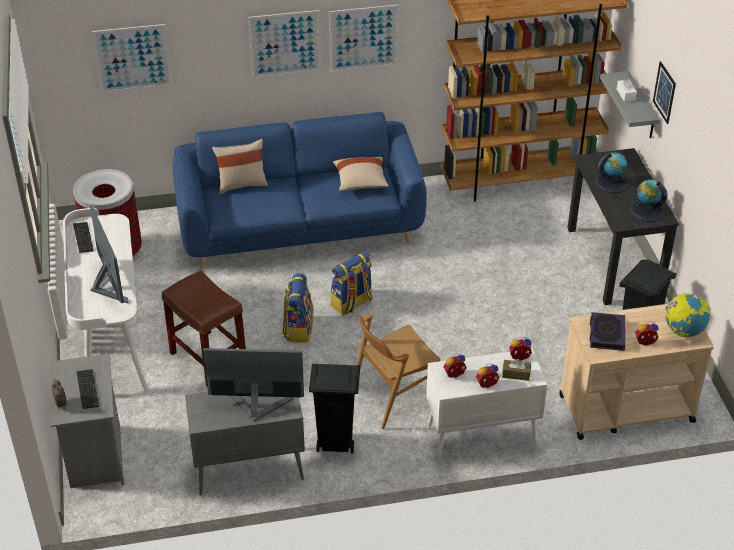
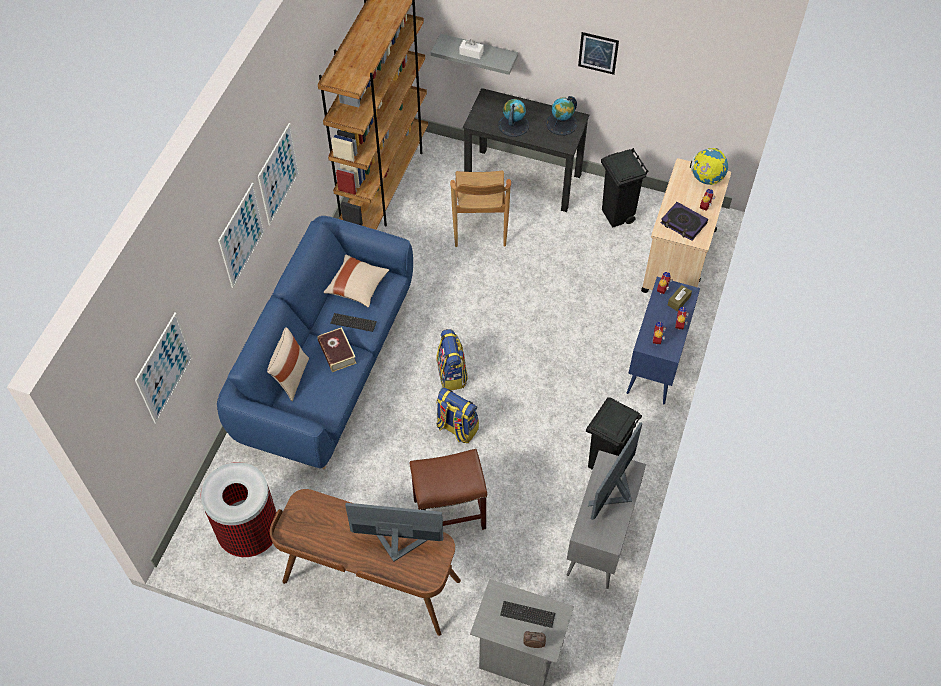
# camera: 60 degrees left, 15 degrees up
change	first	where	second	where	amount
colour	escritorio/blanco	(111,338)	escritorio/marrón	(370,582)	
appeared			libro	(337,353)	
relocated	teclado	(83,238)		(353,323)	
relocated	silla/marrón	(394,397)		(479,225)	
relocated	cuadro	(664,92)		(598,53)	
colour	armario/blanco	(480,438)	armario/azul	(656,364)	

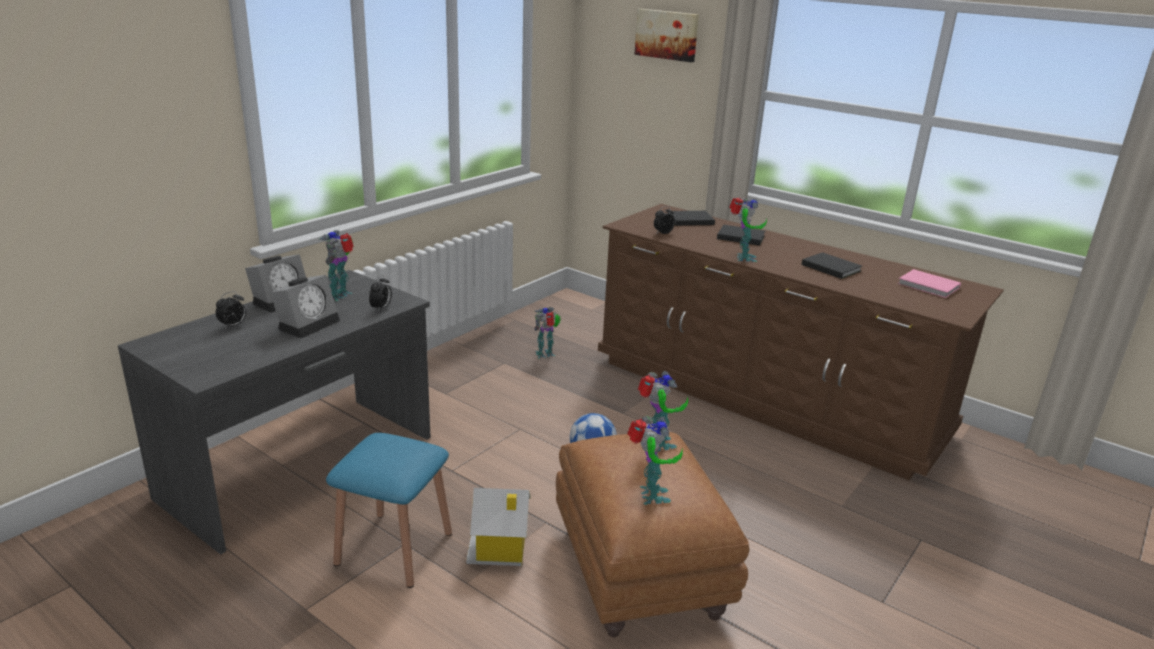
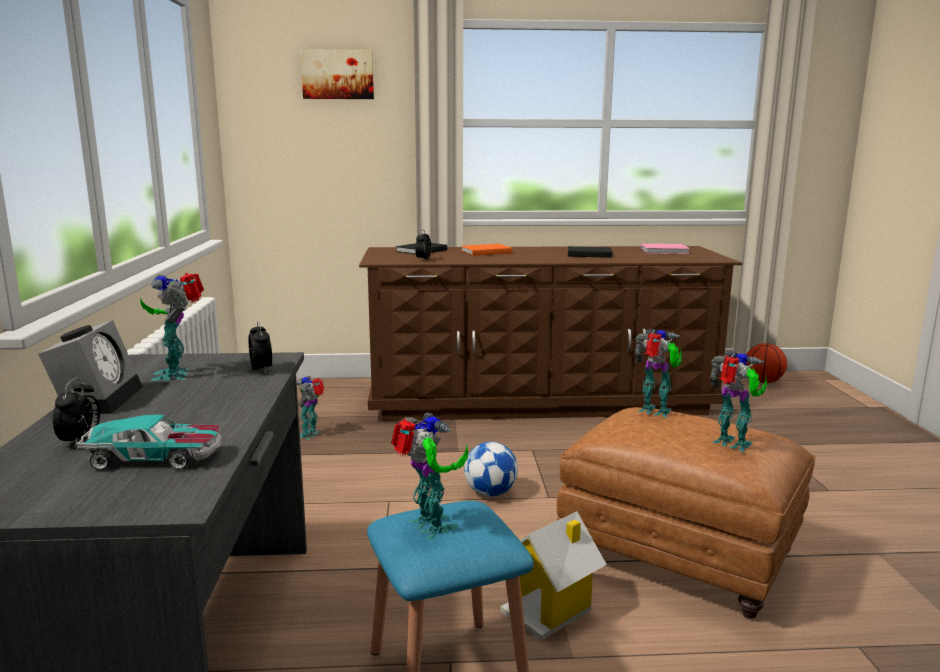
# camera: 40 degrees left, 10 degrees down
change	first	where	second	where	amount
appeared			coche de juguete	(156,458)	
relocated	robot de juguete	(743,258)		(430,528)	
colour	libro/negro	(739,237)	libro/naranja	(484,252)	
appeared			balón de baloncesto	(763,382)	
missing	despertador	(308,323)			

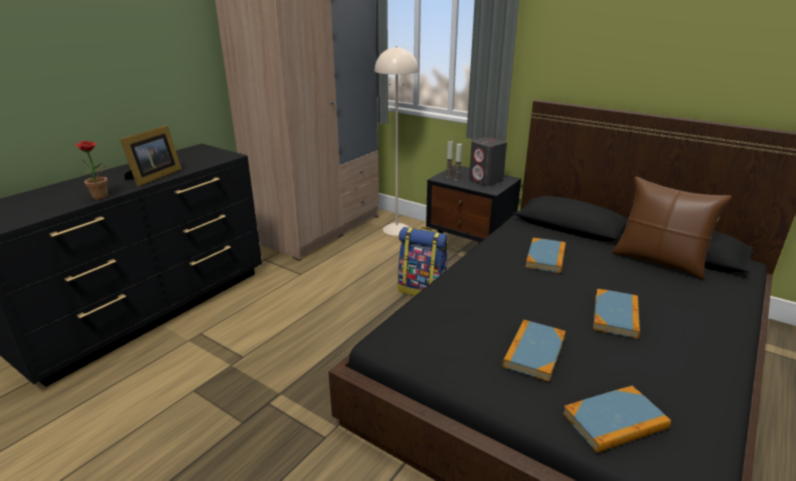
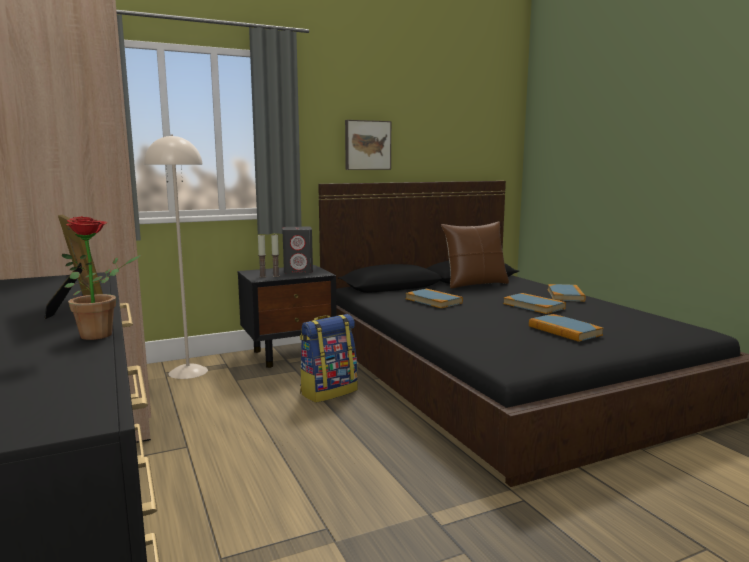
# camera: 60 degrees left, 15 degrees down
change	first	where	second	where	amount
appeared			cuadro	(367,145)	
relocated	libro	(615,421)		(565,295)	

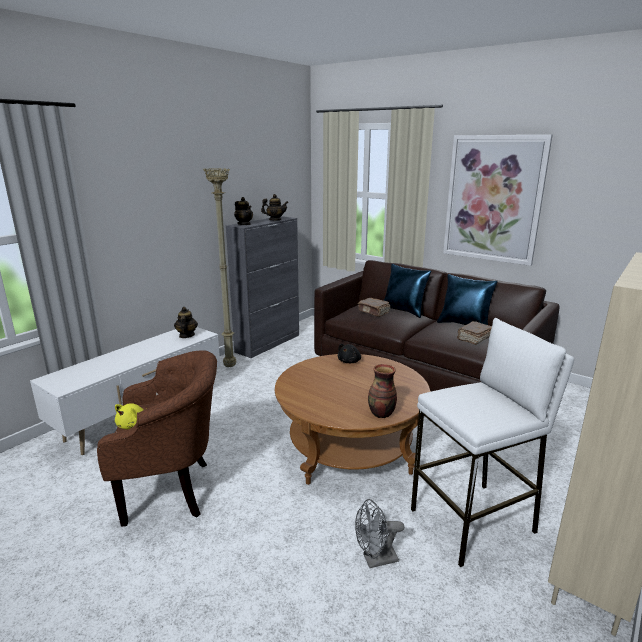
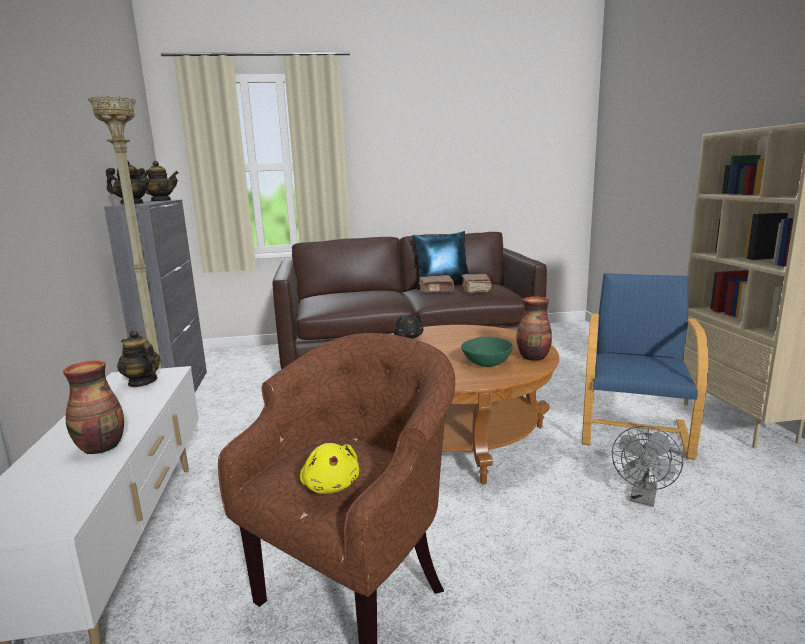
# camera: 45 degrees left, 5 degrees down
change	first	where	second	where	amount
appeared			florero	(102,447)	
relocated	libro/marrón	(374,312)		(437,291)	
appeared			cuenco/verde	(486,363)	
exchanged	taburete/blanco	(473,522)	sillón/azul	(635,432)	
missing	cojín/azul	(404,311)			
missing	cuadro	(493,199)			

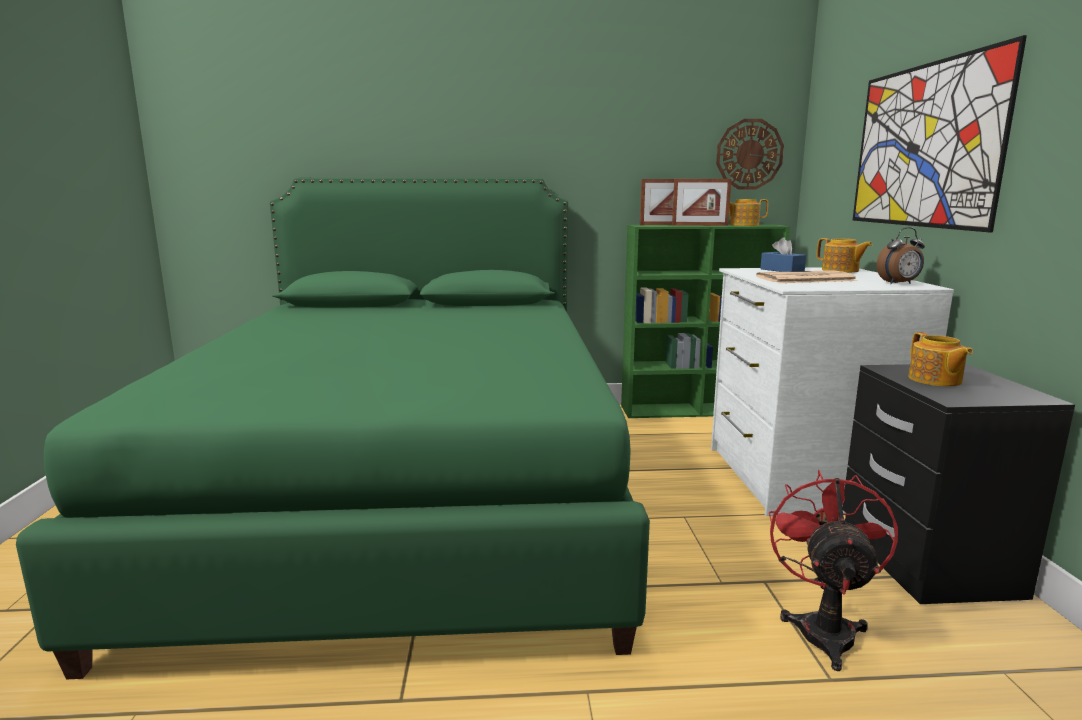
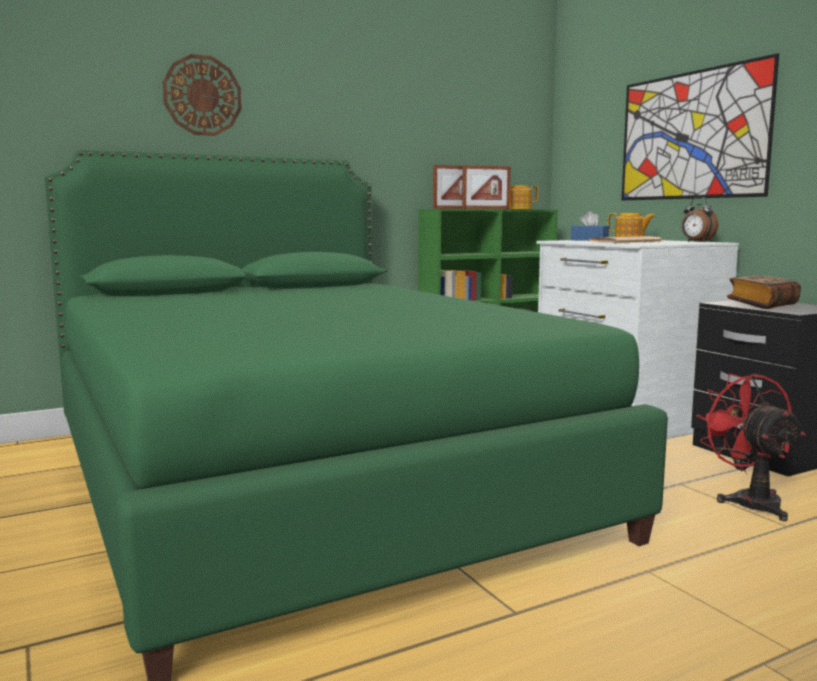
# camera: 25 degrees left, 5 degrees down
change	first	where	second	where	amount
relocated	reloj de pared	(749,154)		(202,95)	
spun	despertador	(899,283)		(697,242)	90 degrees clockwise
exchanged	tetera	(935,380)	libro	(762,305)	

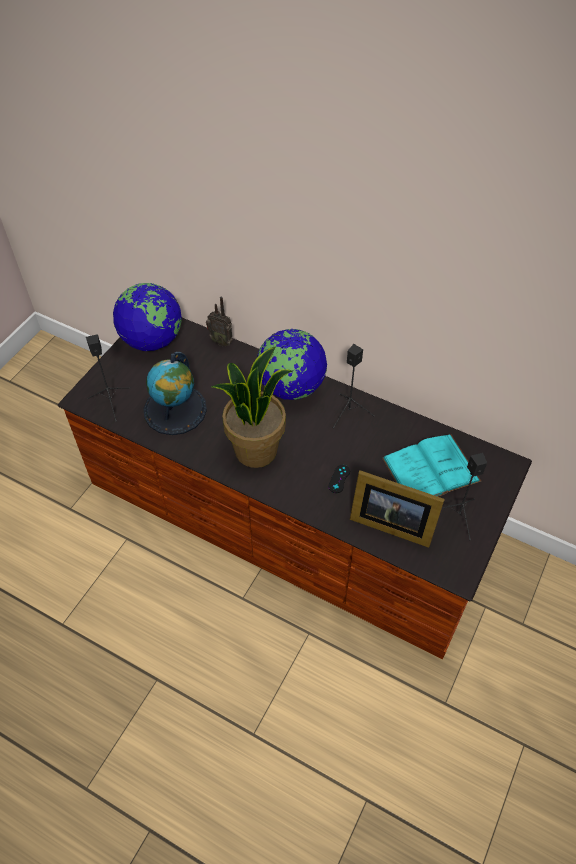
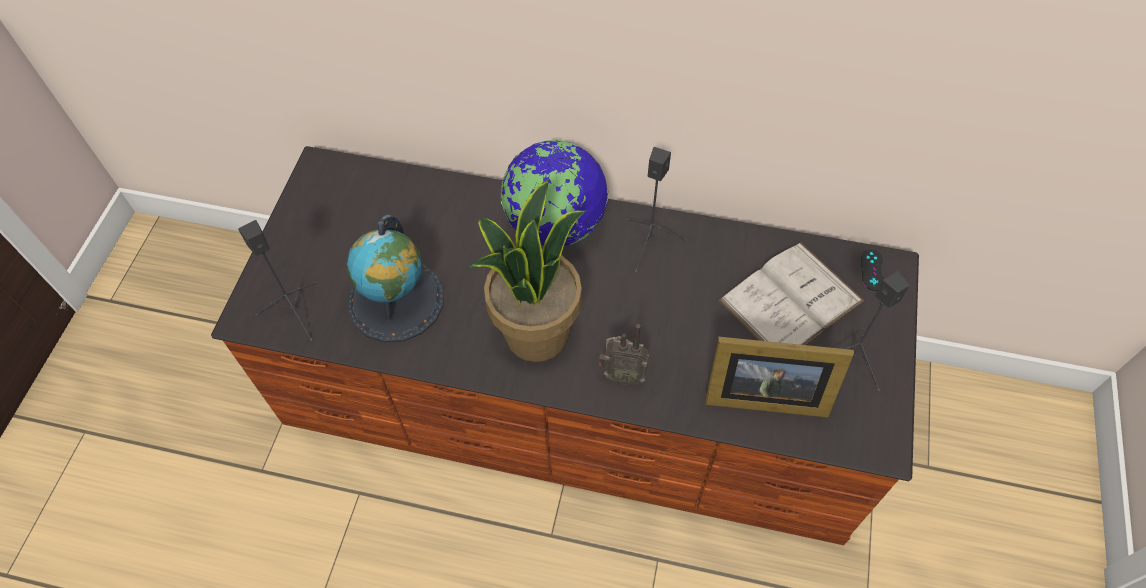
# camera: 15 degrees left, 5 degrees up
change	first	where	second	where	amount
relocated	radio	(221,341)		(622,375)	
colour	libro/turquesa	(431,469)	libro/blanco	(791,300)	
relocated	mando de consola/negro	(339,479)		(872,270)	
missing	globo terráqueo	(152,340)			

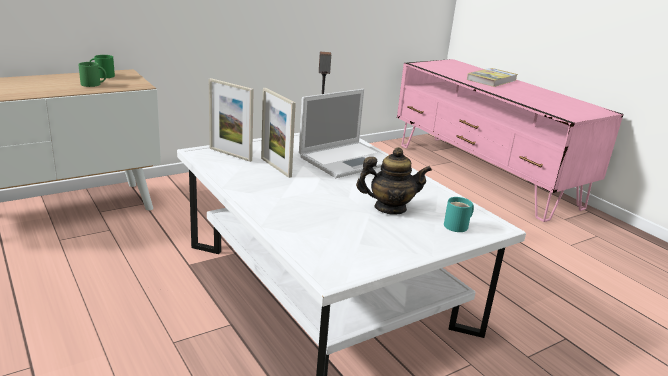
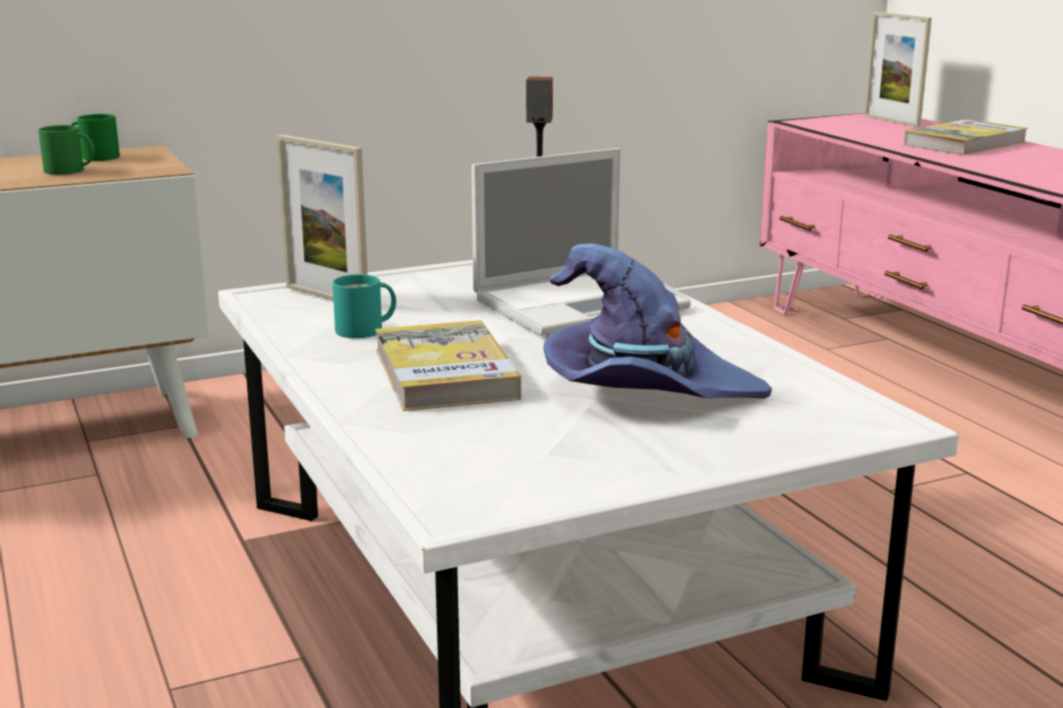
# camera: 10 degrees right, 5 degrees down
change	first	where	second	where	amount
relocated	taza grande/turquesa	(458,226)		(364,330)	
appeared			libro	(445,373)	
exchanged	tetera	(390,208)	sombrero/morado	(644,389)	
relocated	portarretratos	(276,167)		(891,121)	

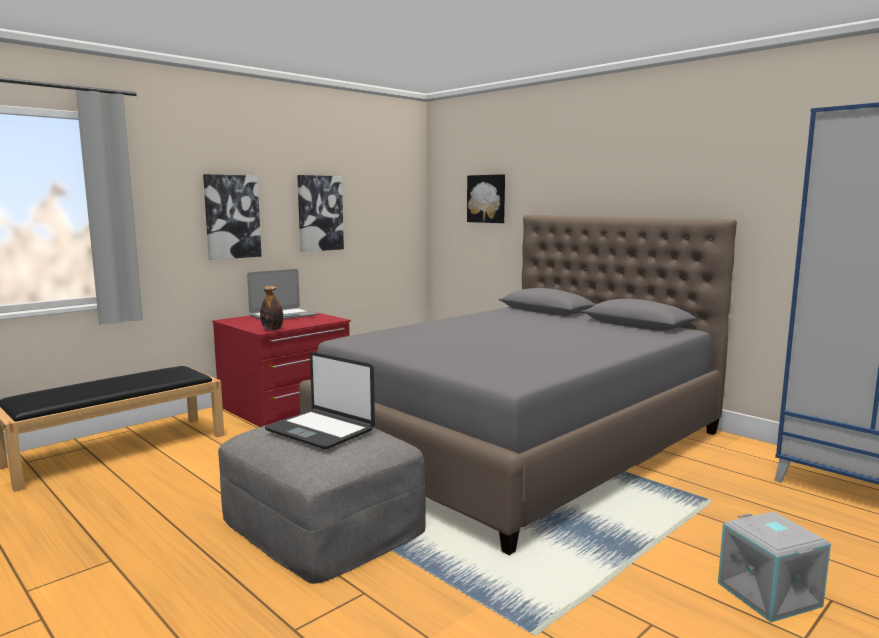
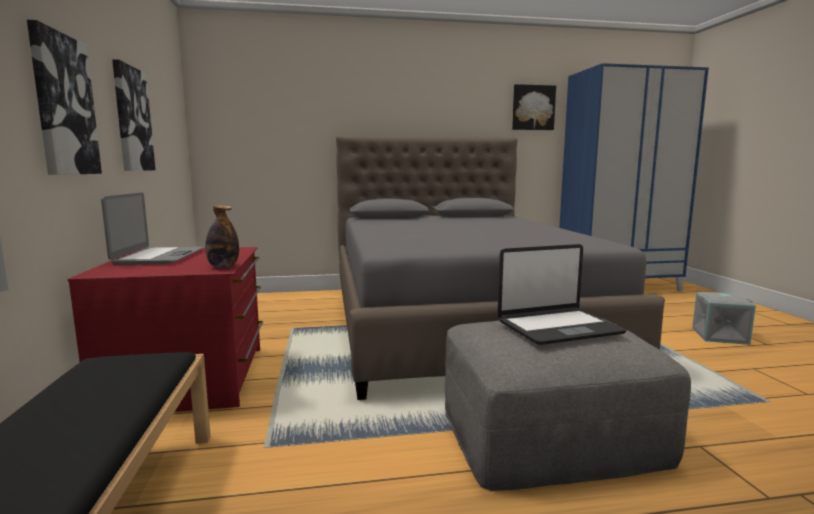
# camera: 55 degrees left, 0 degrees up
change	first	where	second	where	amount
relocated	cuadro	(487,198)		(533,108)	

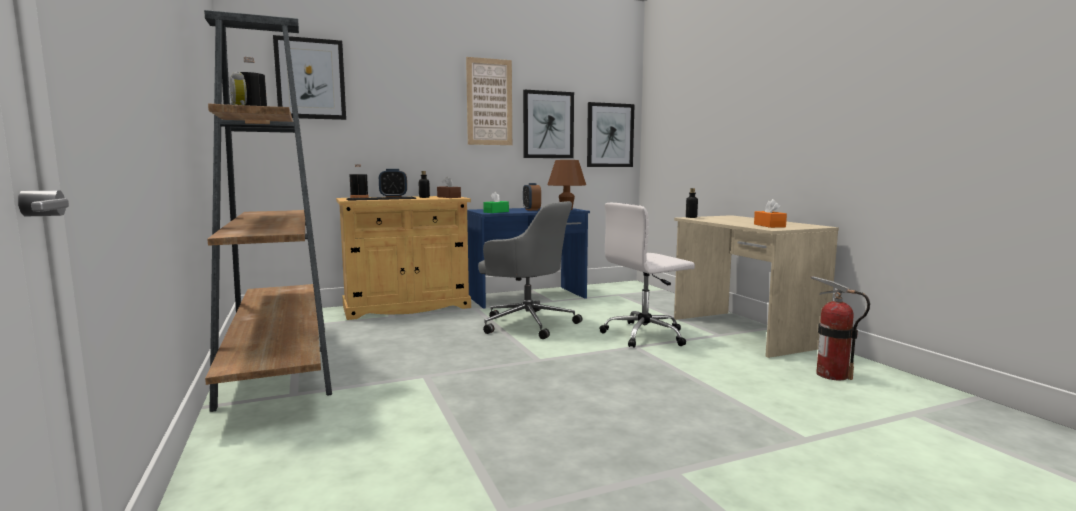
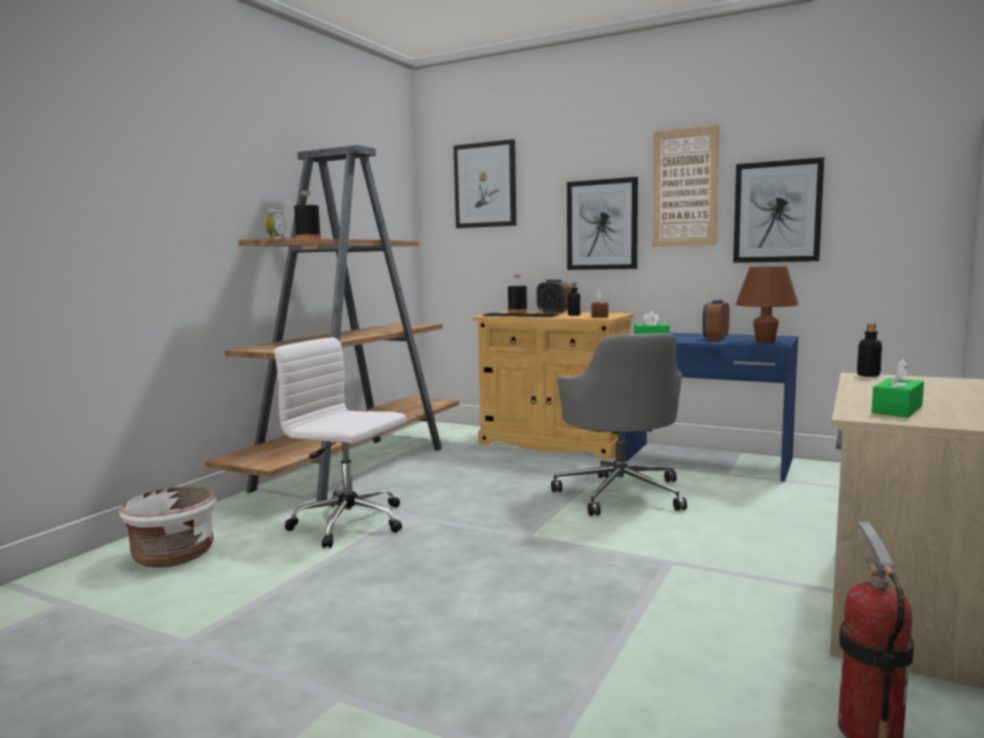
# camera: 50 degrees right, 0 degrees up
change	first	where	second	where	amount
appeared			maceta/blanco	(173,556)	
relocated	silla de oficina/blanco	(646,335)		(351,523)	
relocated	cuadro	(610,135)		(602,225)	
colour	caja de pañuelos/naranja	(769,225)	caja de pañuelos/verde	(897,409)	

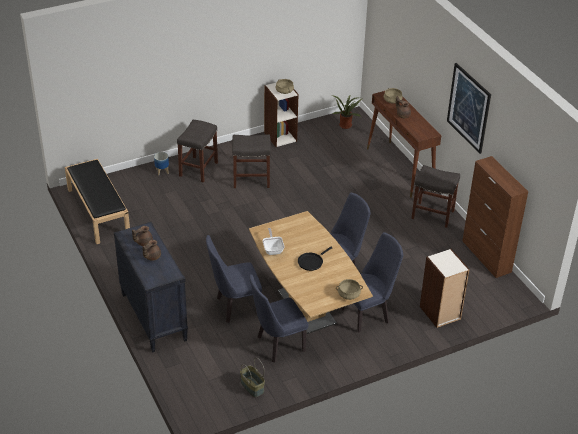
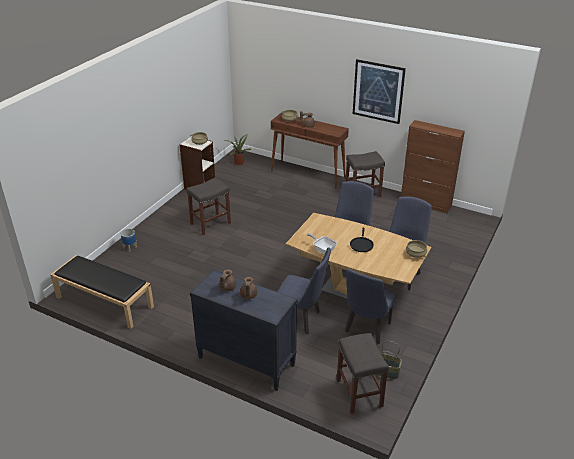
# camera: 35 degrees left, 5 degrees down
change	first	where	second	where	amount
spun	silla/azul	(234,307)		(302,319)	105 degrees counterclockwise
relocated	taburete/gris	(198,169)		(358,392)	
missing	estantería	(440,313)			

